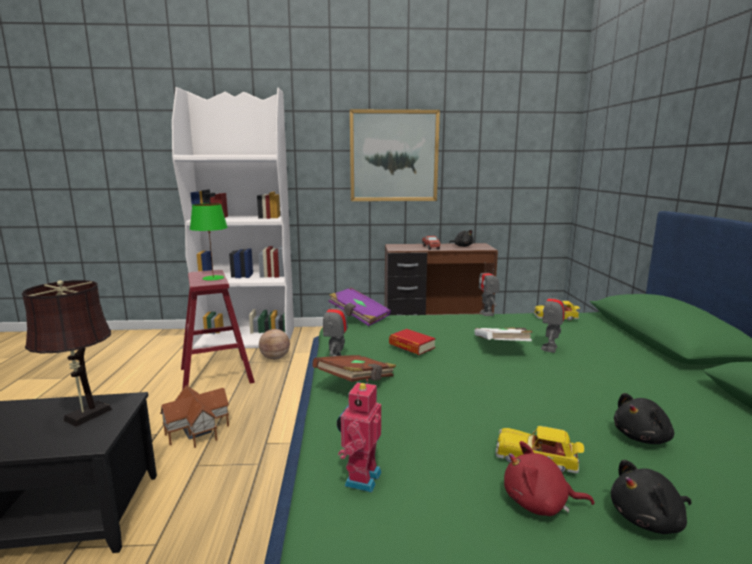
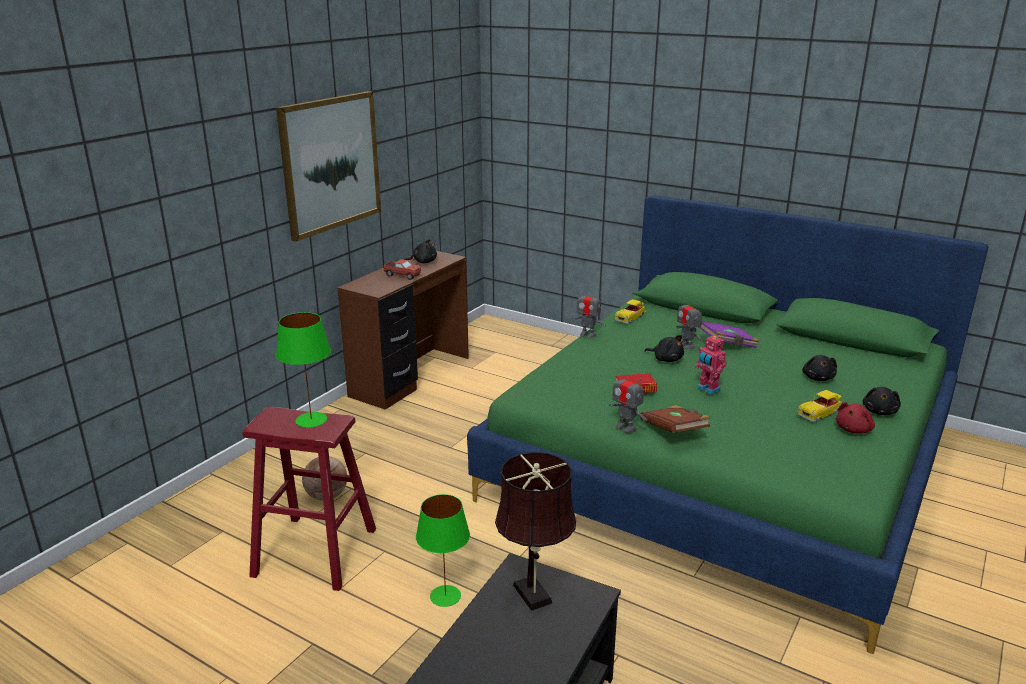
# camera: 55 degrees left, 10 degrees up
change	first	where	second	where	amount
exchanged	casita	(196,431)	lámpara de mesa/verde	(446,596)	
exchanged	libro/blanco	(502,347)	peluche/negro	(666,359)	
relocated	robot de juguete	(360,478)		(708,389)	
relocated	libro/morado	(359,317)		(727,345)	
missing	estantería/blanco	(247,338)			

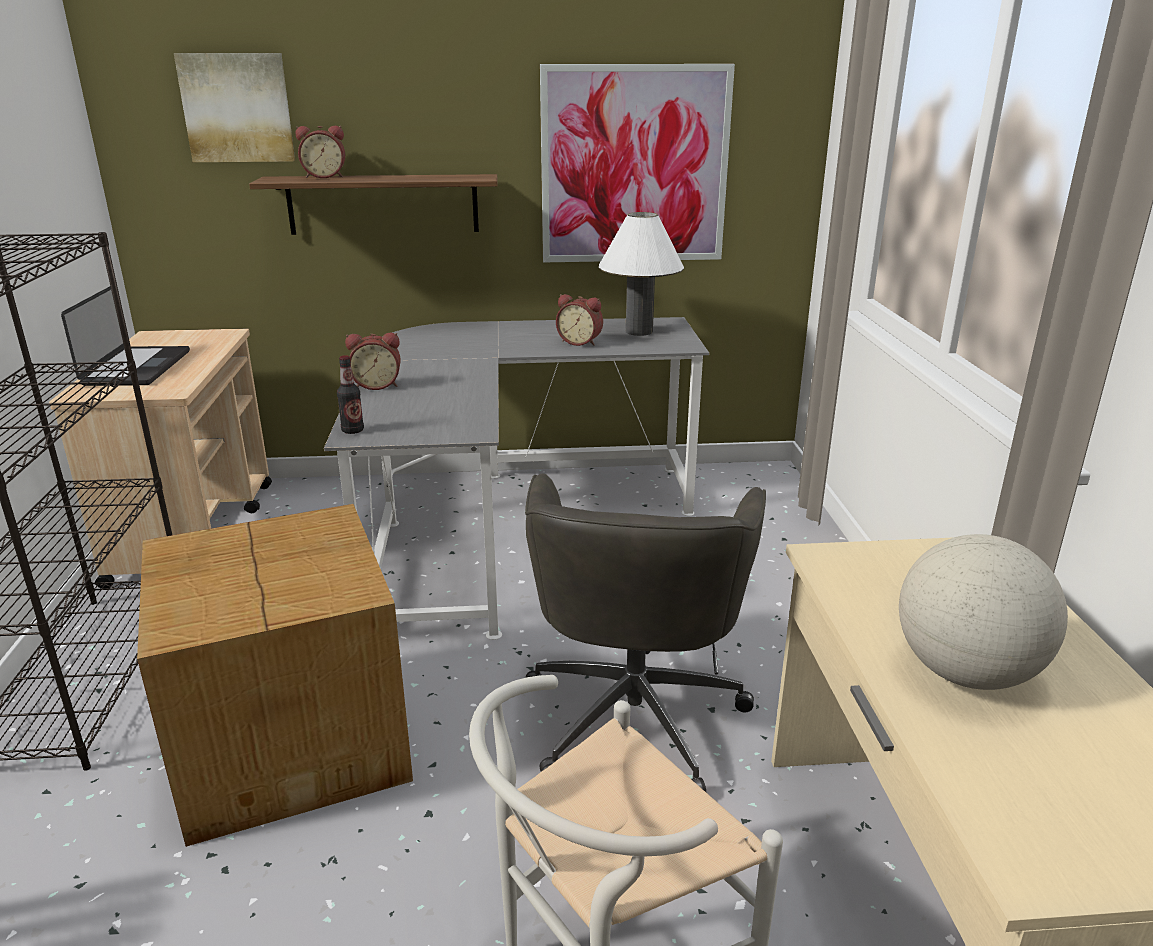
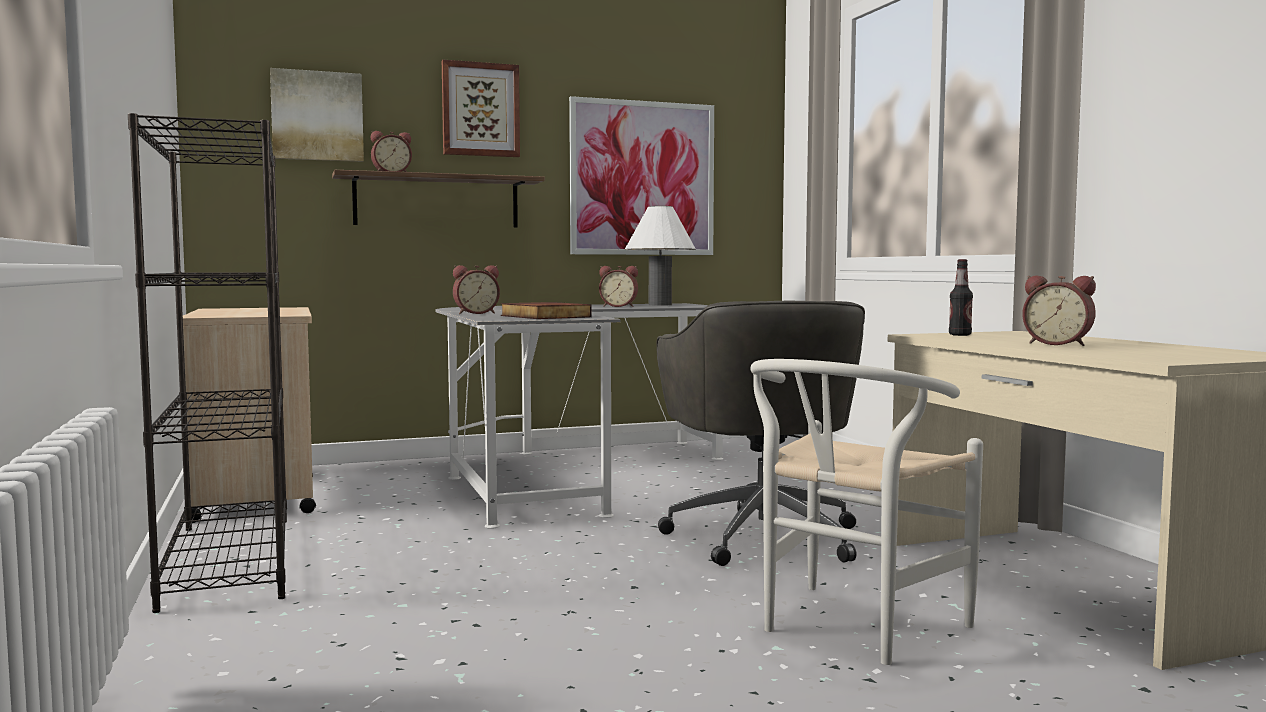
# camera: 15 degrees left, 20 degrees down
change	first	where	second	where	amount
appeared			cuadro	(480,110)	
appeared			libro	(543,316)	
relocated	botella	(352,430)		(960,335)	
exchanged	globo terráqueo	(966,672)	despertador	(1058,344)	
missing	portátil	(137,368)			
missing	caja de cartón	(294,738)			

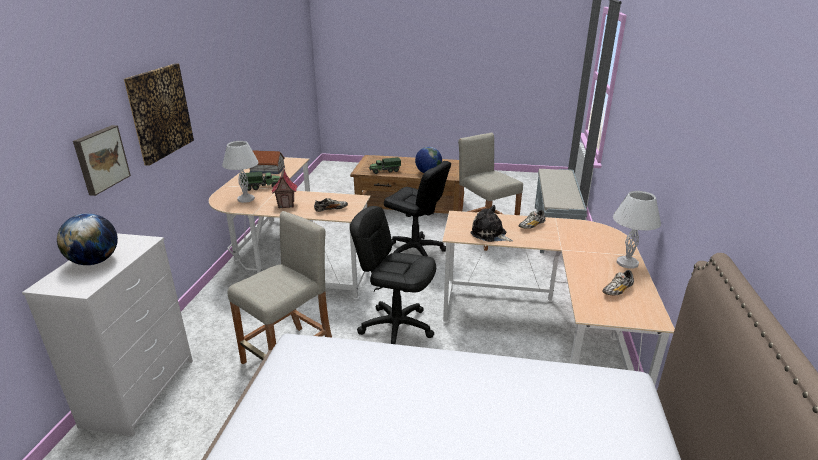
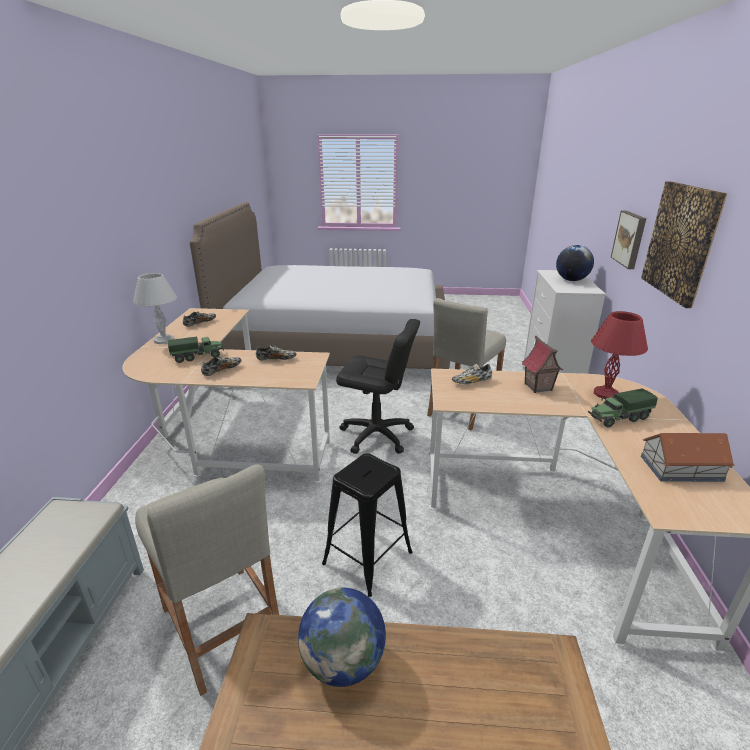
# camera: 175 degrees right, 0 degrees up
change	first	where	second	where	amount
relocated	camión de juguete	(384,171)		(198,357)	
exchanged	peluche	(490,234)	zapato	(276,359)	
exchanged	silla de oficina/negro	(415,251)	taburete/negro	(367,558)	
colour	lámpara de mesa/blanco	(245,199)	lámpara de mesa/rojo	(607,394)	

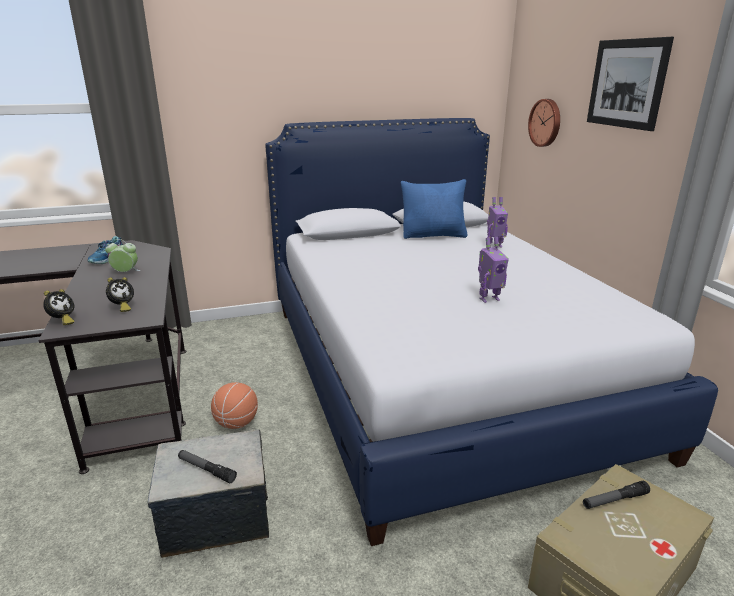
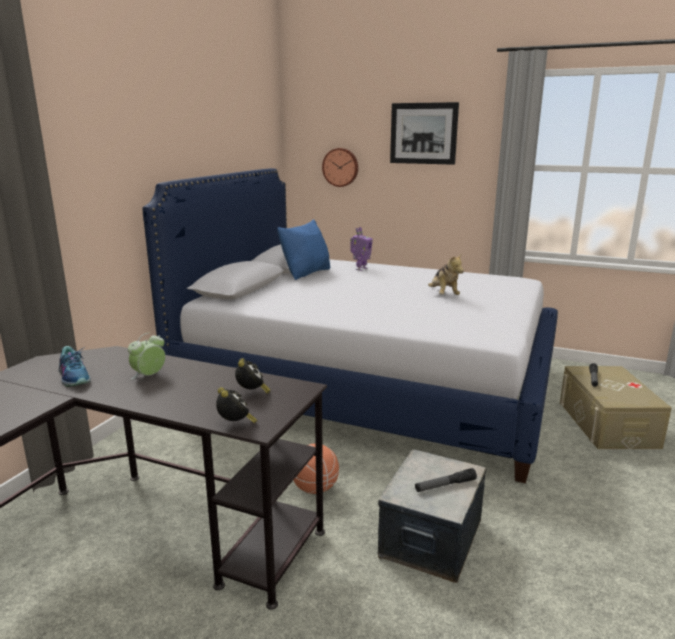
# camera: 50 degrees left, 5 degrees down
change	first	where	second	where	amount
exchanged	robot de juguete	(488,299)	peluche	(443,295)	

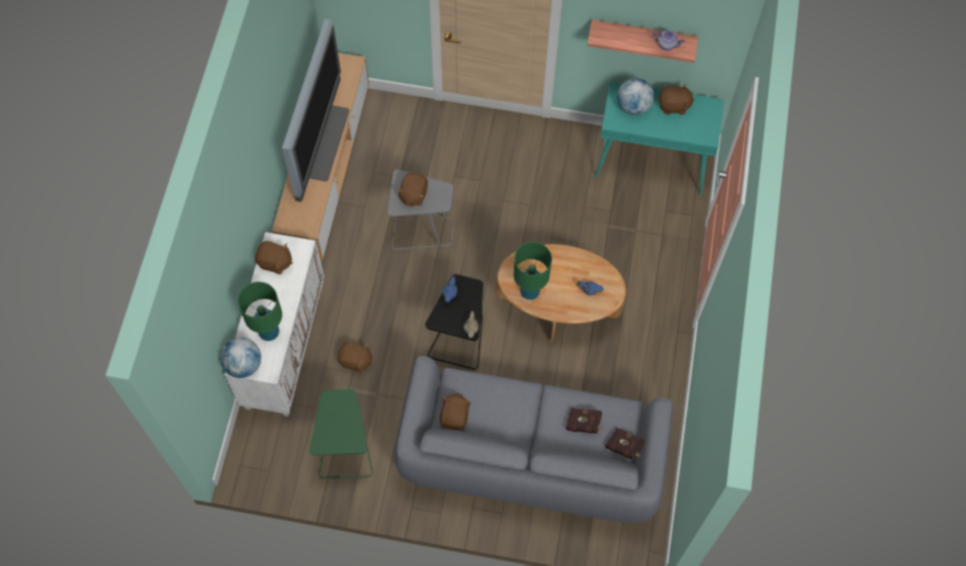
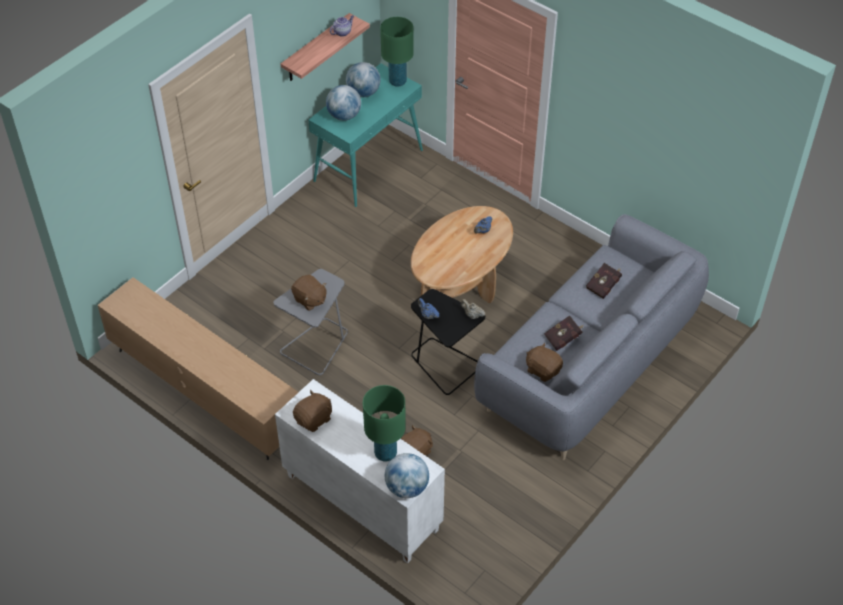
# camera: 60 degrees left, 15 degrees down
change	first	where	second	where	amount
exchanged	peluche/marrón	(674,106)	globo terráqueo	(363,93)	
relocated	lámpara de mesa/verde	(530,291)		(397,81)	
relocated	libro/rojo	(625,448)		(564,338)	
missing	televisor	(321,141)			
missing	mesa auxiliar/verde	(345,449)			

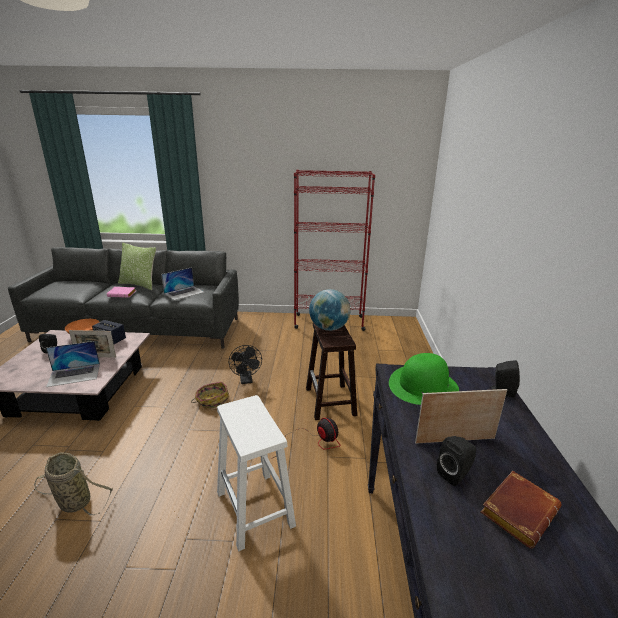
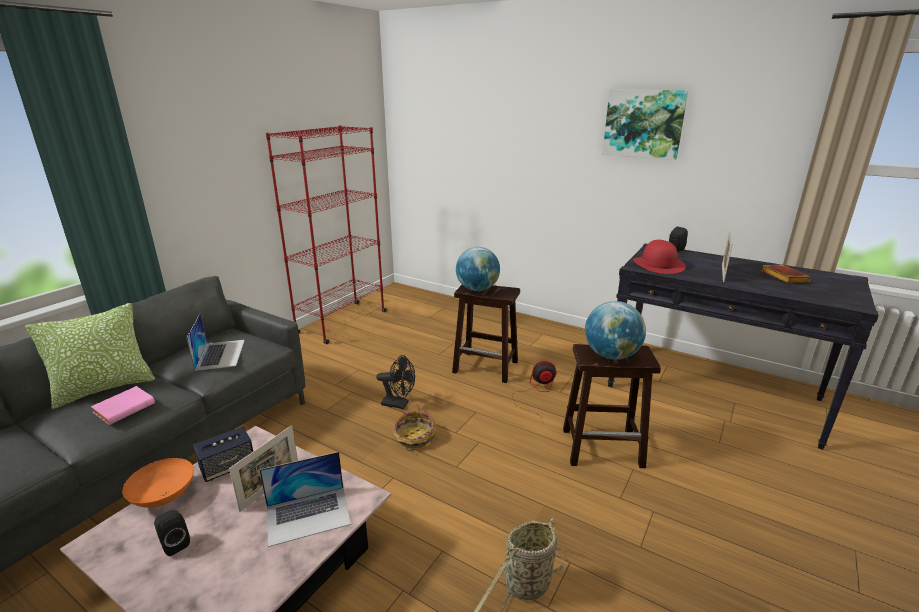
# camera: 60 degrees left, 0 degrees up
change	first	where	second	where	amount
spun	portátil	(74,375)		(308,515)	60 degrees clockwise
colour	taburete/blanco	(255,510)	taburete/marrón	(603,447)	
appeared			globo terráqueo	(611,355)	
appeared			cuadro	(643,123)	
colour	sombrero/verde	(423,386)	sombrero/rojo	(658,264)	
missing	altavoz/negro	(455,474)			

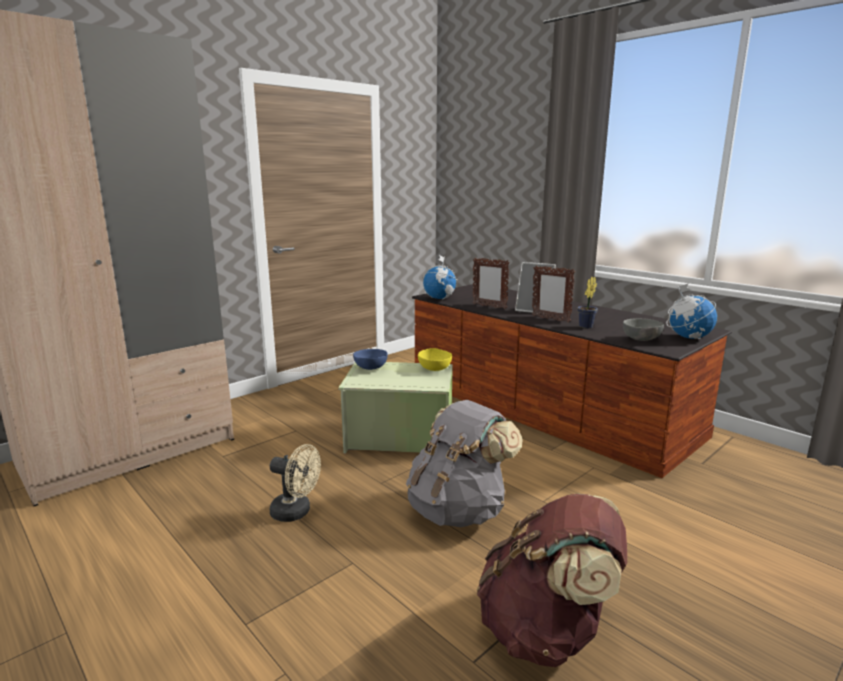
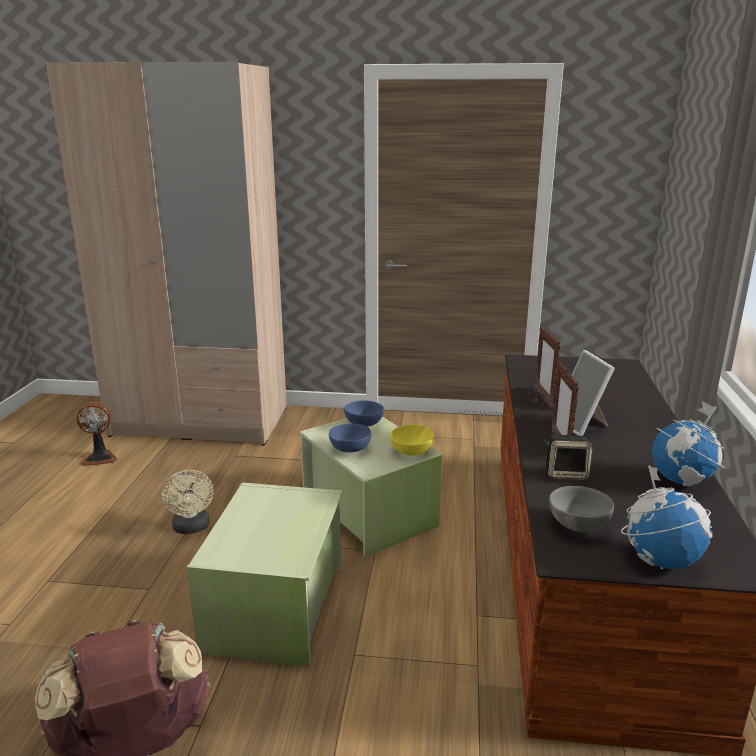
# camera: 50 degrees right, 5 degrees up
change	first	where	second	where	amount
appeared			ventilador	(100,458)	
exchanged	mochila/gris	(458,510)	caja de almacenaje/verde	(278,607)	
appeared			cuenco/azul	(349,450)	
exchanged	planta en maceta	(584,327)	altavoz	(566,474)	
relocated	globo terráqueo	(440,298)		(682,480)	

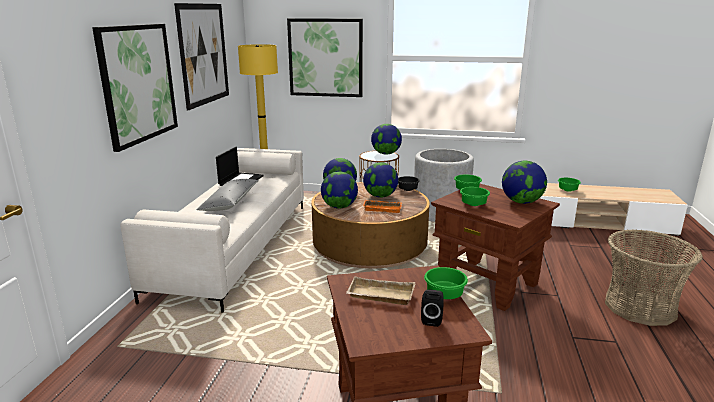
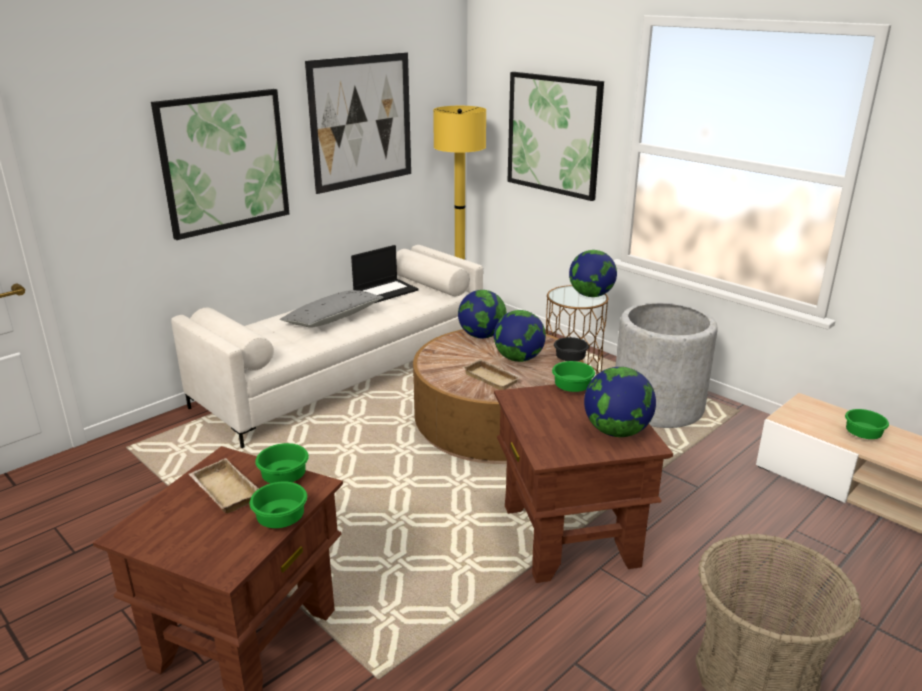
# camera: 35 degrees right, 5 degrees up
change	first	where	second	where	amount
relocated	cuenco/verde	(473,205)		(282,478)	
colour	bandeja/naranja	(383,208)	bandeja/beis	(493,378)	
missing	globo terráqueo	(339,207)			
missing	altavoz/negro	(432,319)			

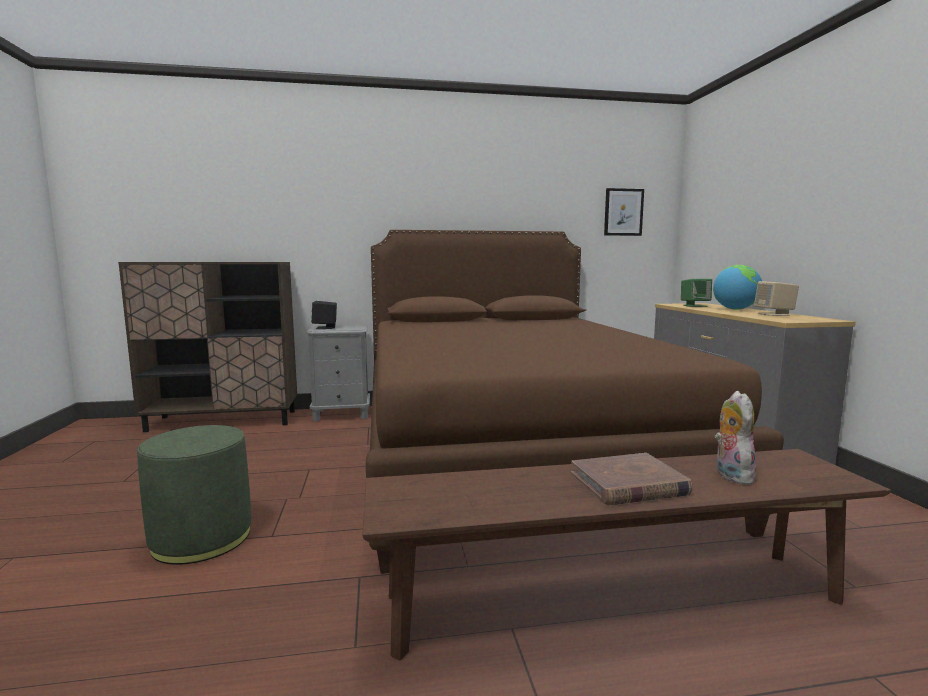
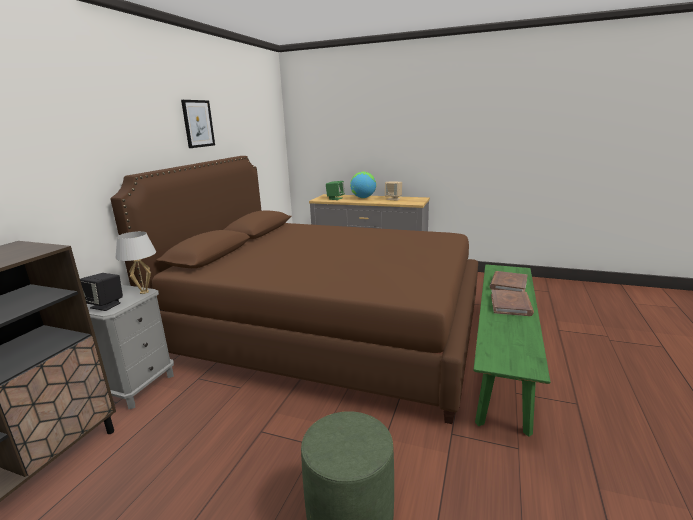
# camera: 60 degrees left, 10 degrees up
change	first	where	second	where	amount
appeared			lámpara de mesa/blanco	(144,292)	
relocated	cuadro	(623,212)		(198,123)	
colour	banco/marrón	(615,599)	banco/verde	(502,358)	
exchanged	peluche	(730,475)	libro/marrón	(508,284)	

